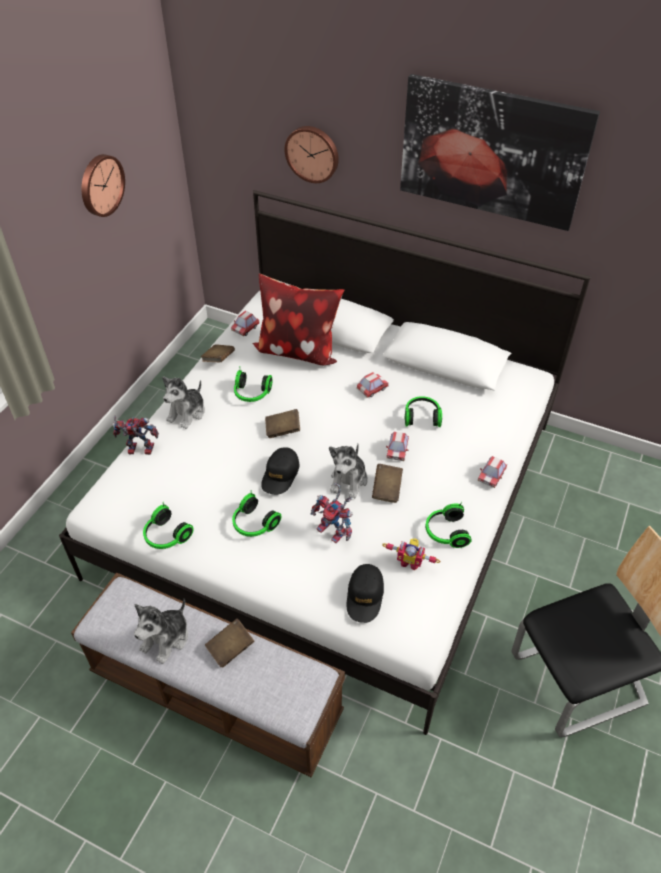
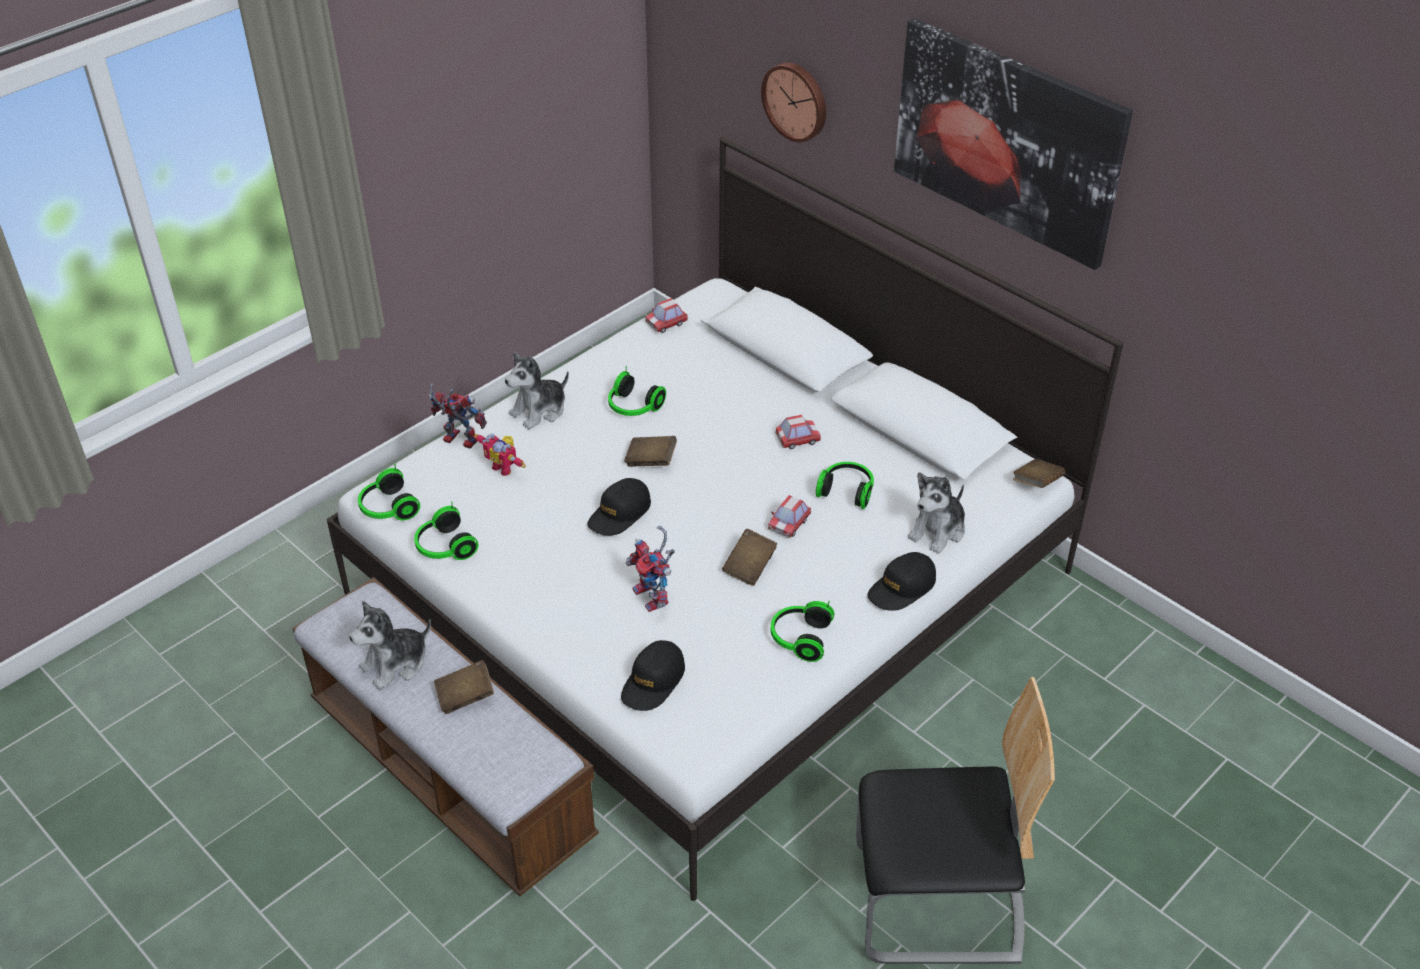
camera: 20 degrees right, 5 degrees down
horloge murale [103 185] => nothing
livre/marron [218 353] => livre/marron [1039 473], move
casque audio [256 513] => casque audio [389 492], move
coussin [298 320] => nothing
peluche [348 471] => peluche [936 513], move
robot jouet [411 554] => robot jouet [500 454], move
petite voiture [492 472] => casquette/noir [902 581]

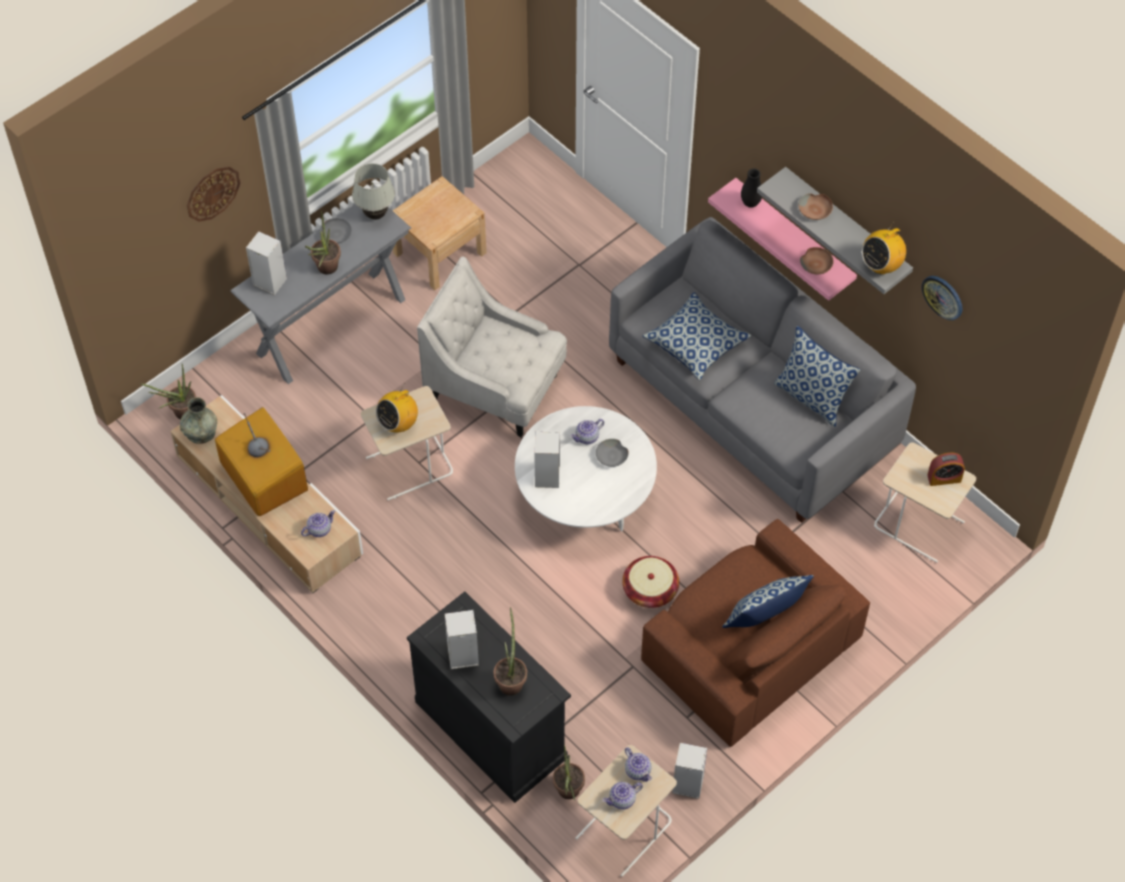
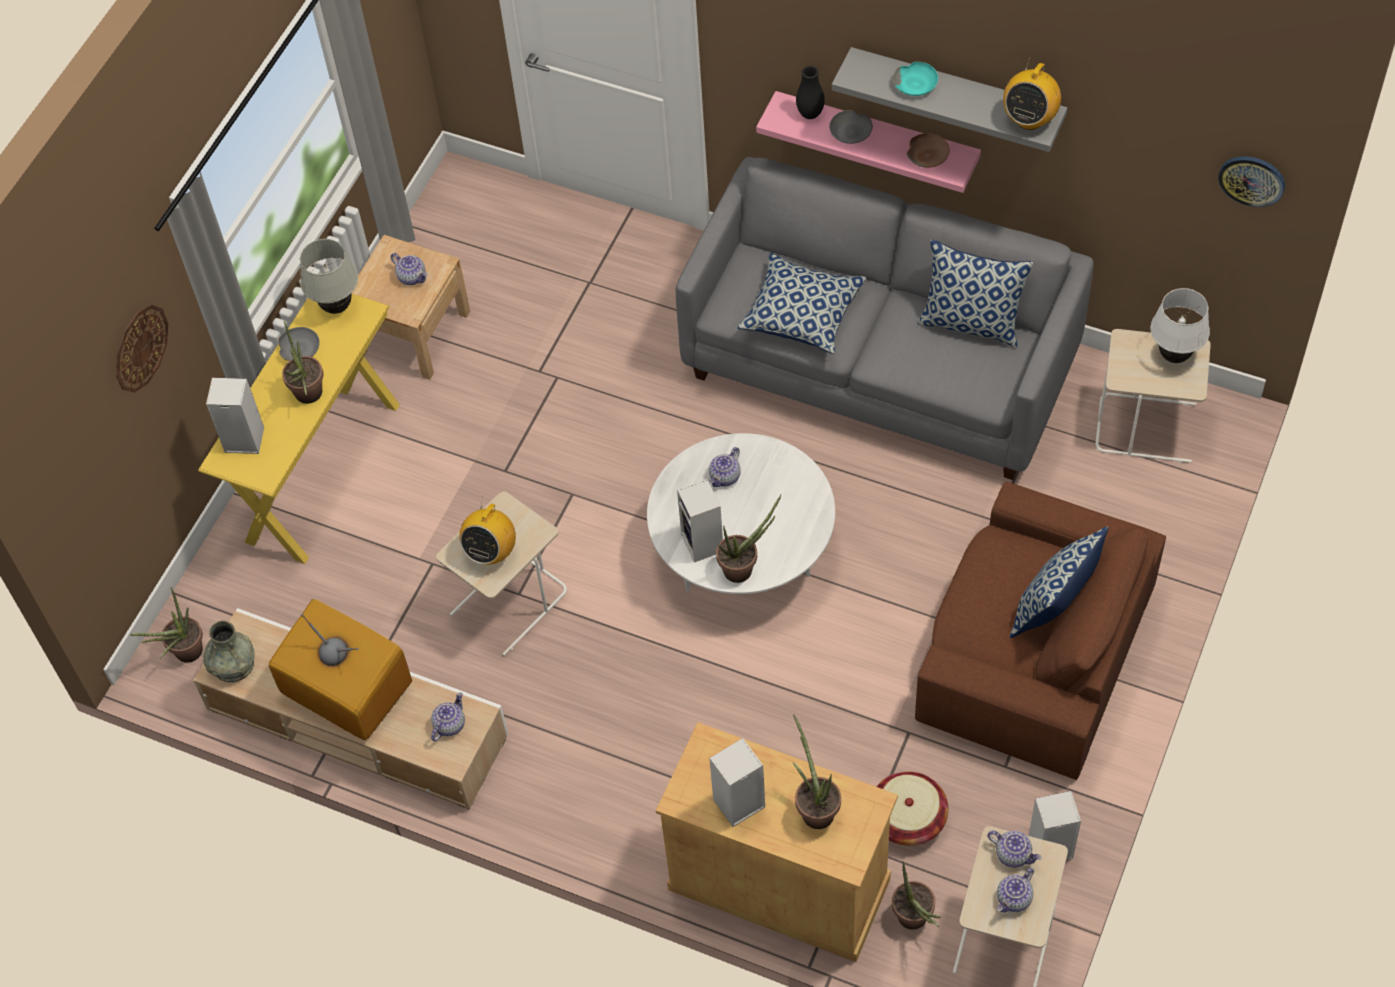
camera: 20 degrees left, 0 degrees up
table console/gris [320 294] => table console/jaune [299 429]
meuble de rangement/noir [489 697] => meuble de rangement/beige [777 842]
fauteuil/blanc [492 346] => nothing
bol/gris [612 453] => bol/gris [851 127], move
panier [650 582] => panier [912 808], move
bol/marron [816 206] => bol/turquoise [915 78]
horloge murale [942 298] => horloge murale [1251 181], move
réveil [946 469] => lampe de table/blanc [1180 325]
nothing => théière [409 269]
nothing => plante en pot [748 539]

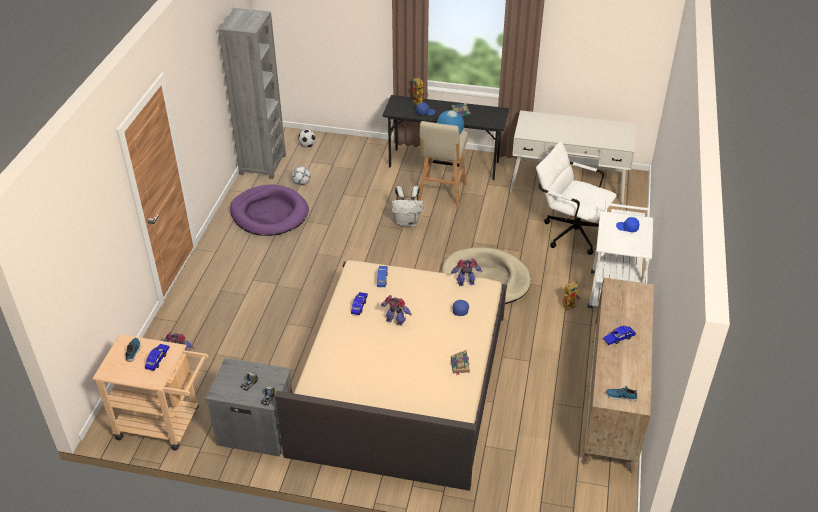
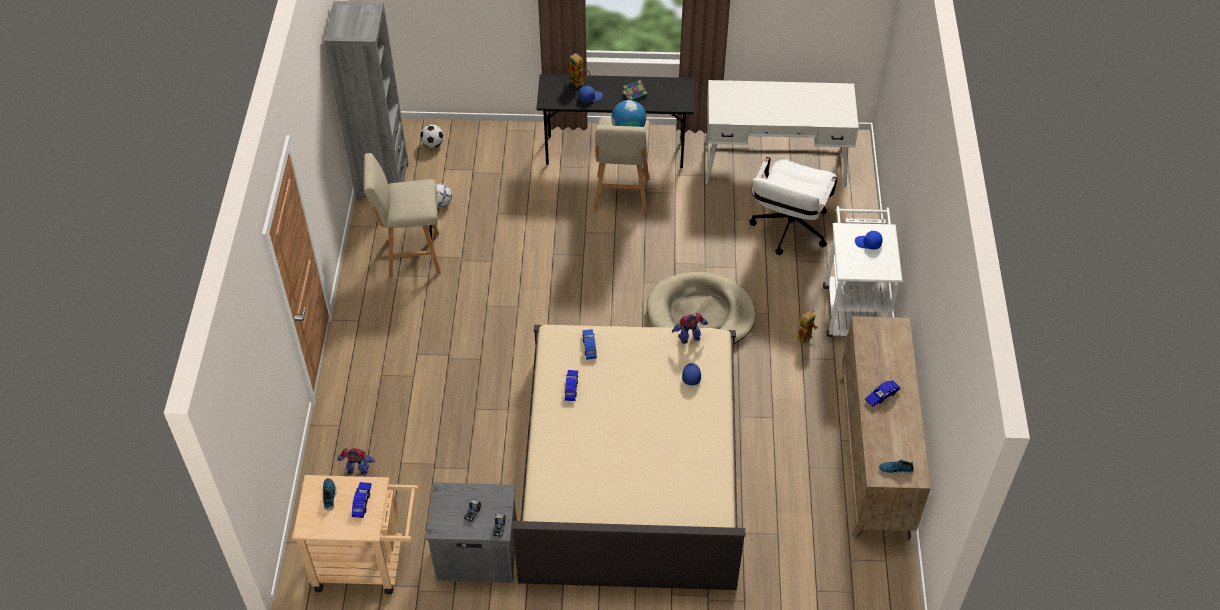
camera: 10 degrees left, 10 degrees up
panier pour chien/violet [269 210] => tabouret/beige [402 215]
robot jouet [396 310] => nothing
sac à dos/blanc [408 206] => nothing
livre [460 362] => nothing
chaise de bureau/blanc [576 198] => chaise de bureau/blanc [793 206], 90 degrees counterclockwise

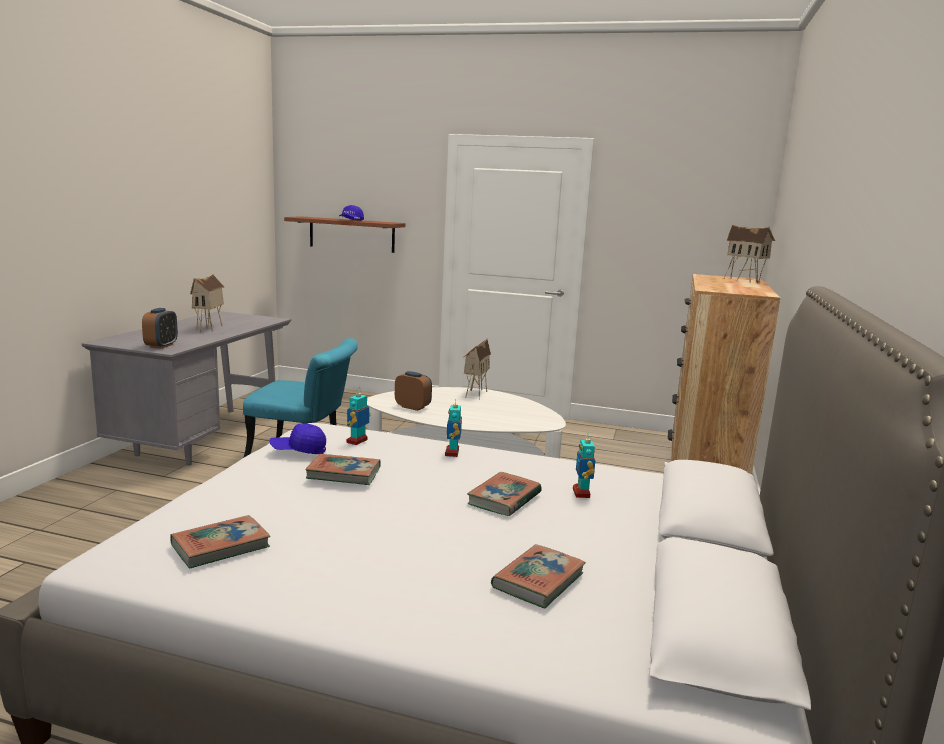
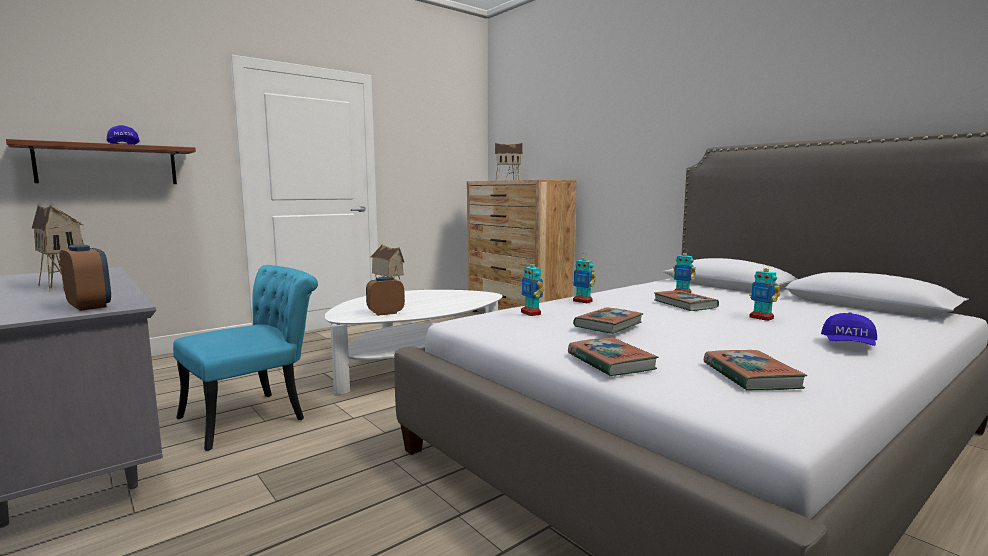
camera: 55 degrees left, 5 degrees down
casquette/bleu [297 438] => casquette/bleu [849 329], move
livre [538 576] => livre [613 356], move
nothing => robot jouet [764 292]

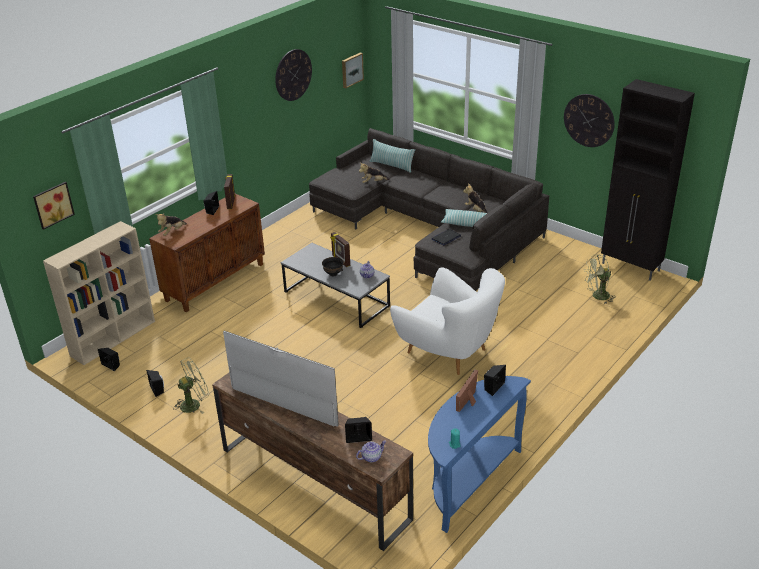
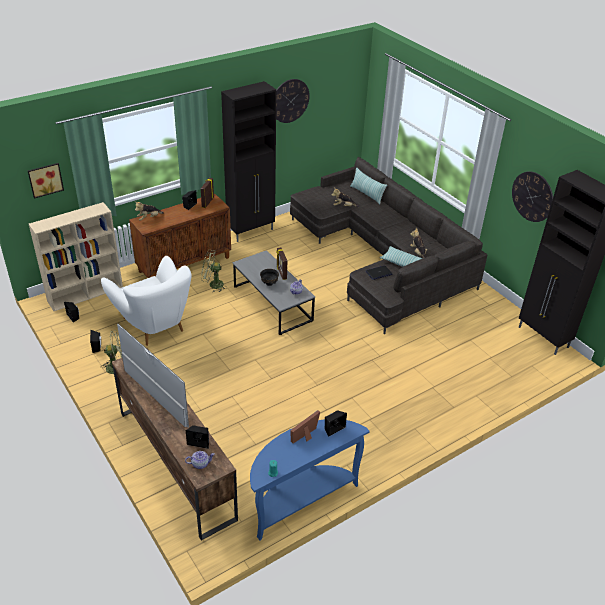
camera: 15 degrees right, 5 degrees up
tableau [353 70] => nothing
fauteuil/blanc [447 321] => fauteuil/blanc [146 301], move
ventilateur/vert [600 279] => ventilateur/vert [214 271], move
nothing => meuble de rangement/noir [248 161]

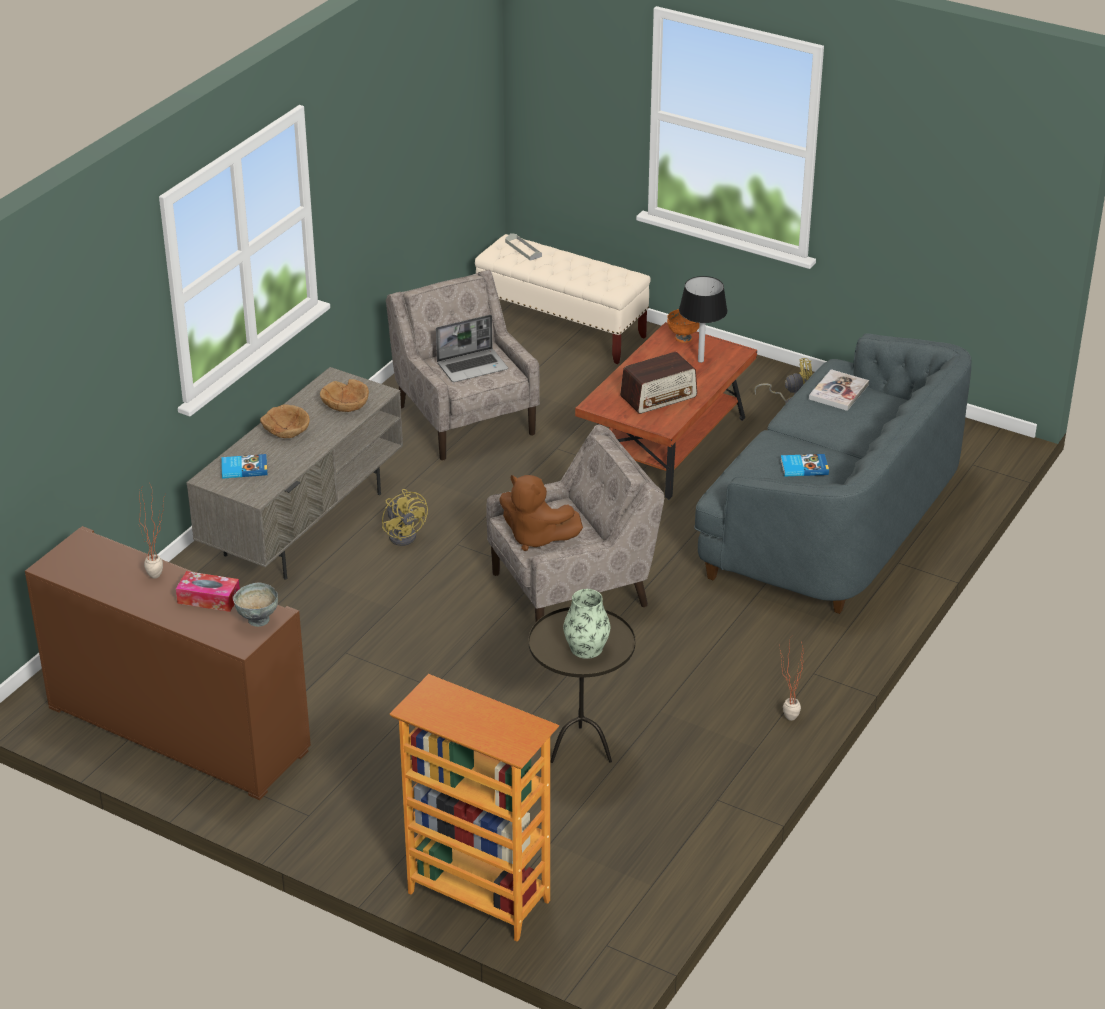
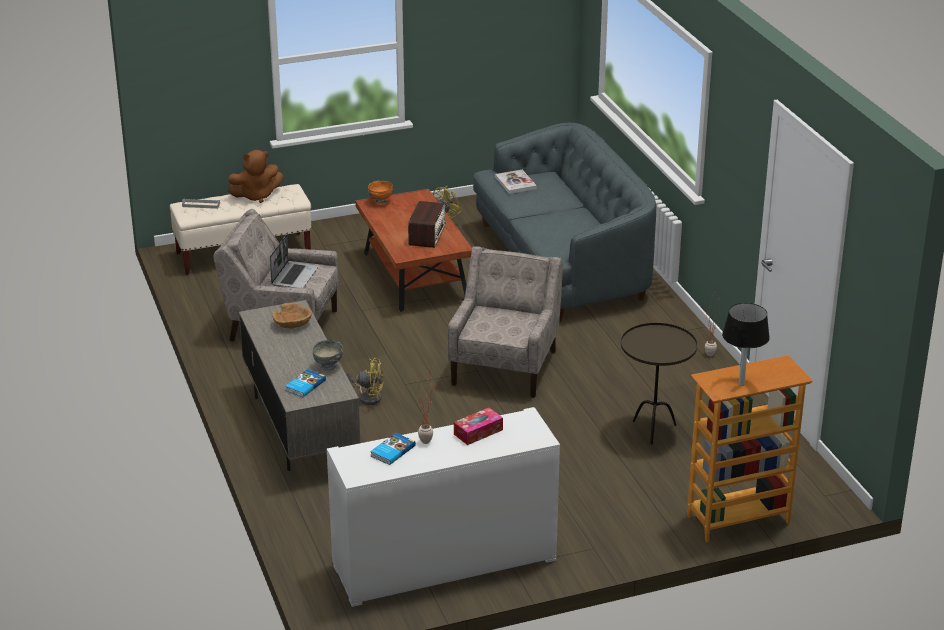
camera: 50 degrees left, 5 degrees down
meuble de rangement/marron [168 663] => meuble de rangement/blanc [443 507]
bol/gris [255 604] => bol/gris [328 355], move
bol/marron [285 421] => nothing
peluche/marron [541 513] => peluche/marron [255 176], move
vase [586 624] => nothing
lampe de table/noir [703 319] => lampe de table/noir [746 344], move
livre [805 465] => livre [393 449], move

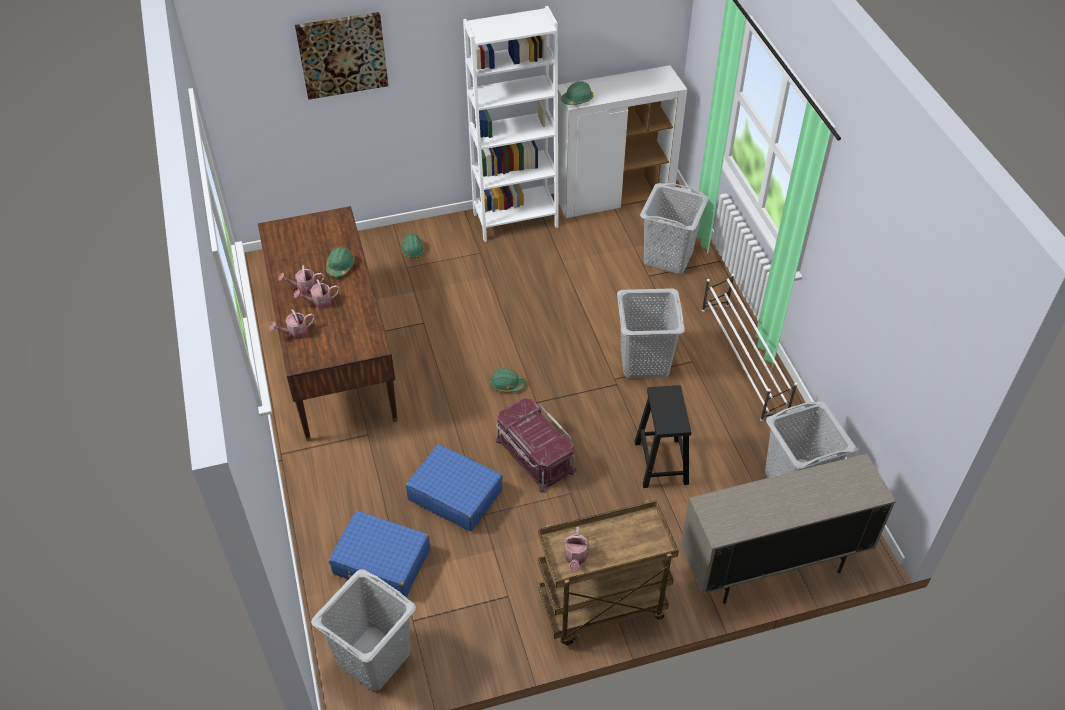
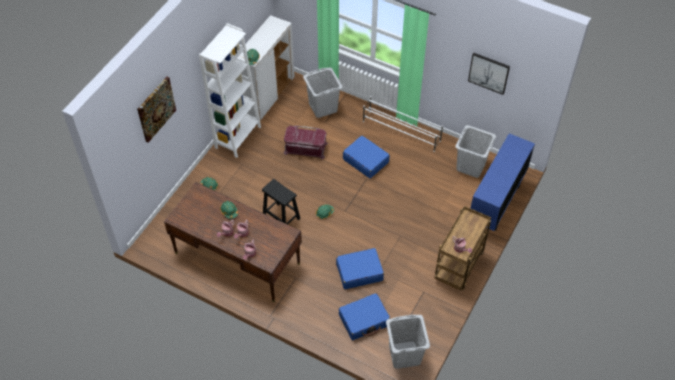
camera: 45 degrees left, 5 degrees up
boîte de rangement/rouge [536 445] => boîte de rangement/rouge [306 142], move
panier à linge/gris [651 333] => valise/bleu [366 157]
tabouret/noir [663 436] => tabouret/noir [281 201], move
meuble de rangement/beige [788 529] => meuble de rangement/bleu [503 182]
nothing => tableau [489 74]

